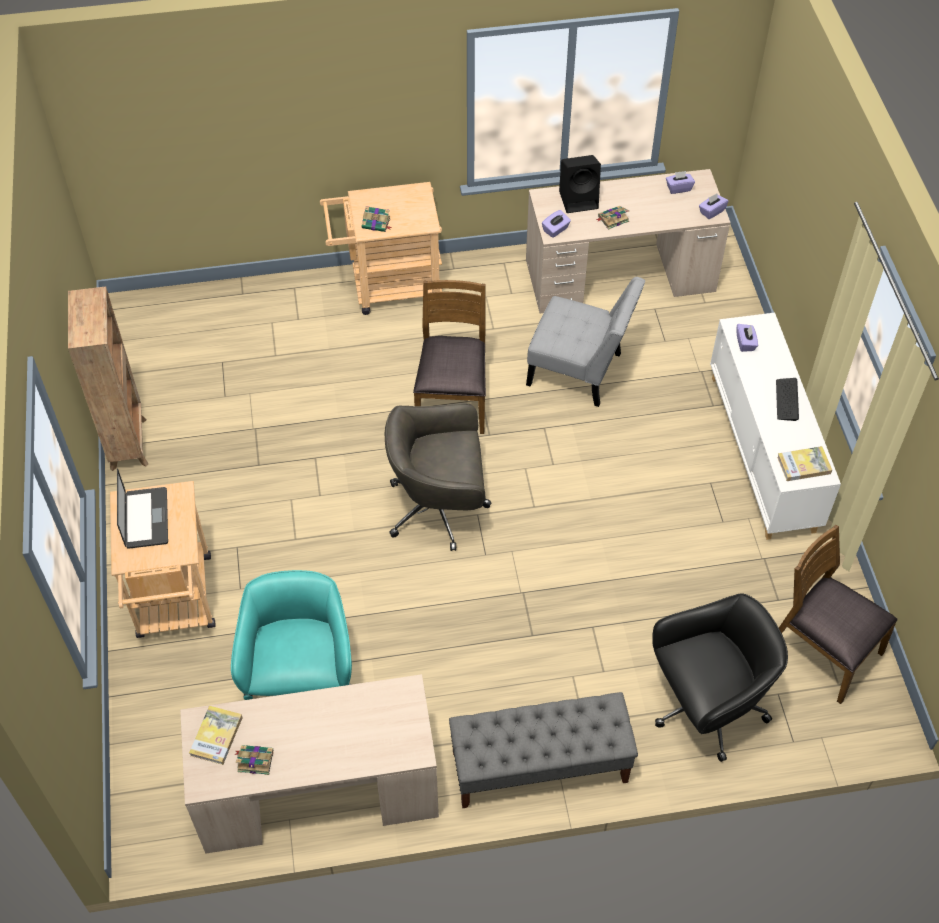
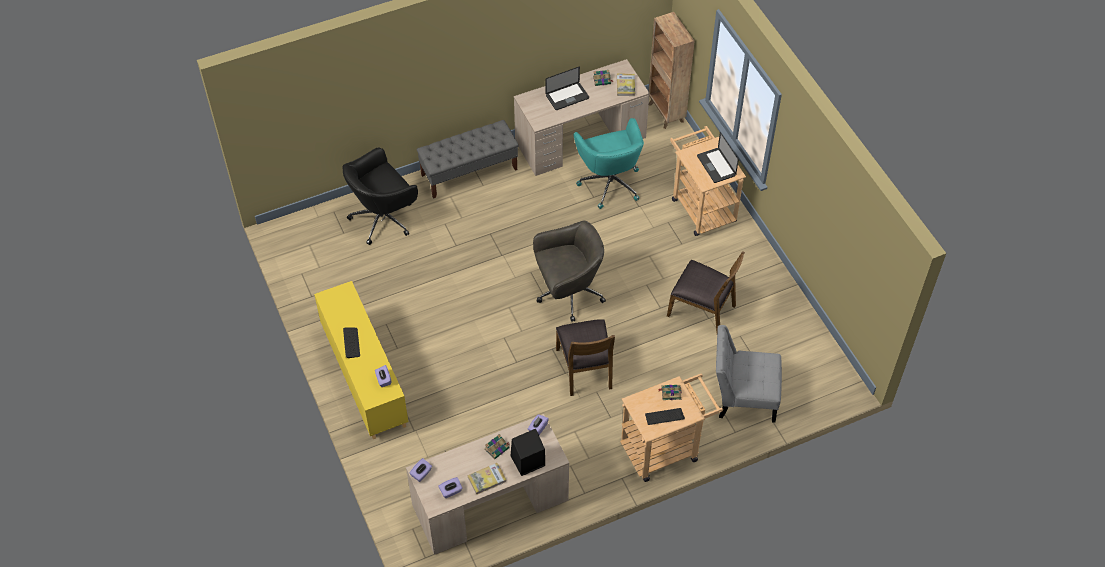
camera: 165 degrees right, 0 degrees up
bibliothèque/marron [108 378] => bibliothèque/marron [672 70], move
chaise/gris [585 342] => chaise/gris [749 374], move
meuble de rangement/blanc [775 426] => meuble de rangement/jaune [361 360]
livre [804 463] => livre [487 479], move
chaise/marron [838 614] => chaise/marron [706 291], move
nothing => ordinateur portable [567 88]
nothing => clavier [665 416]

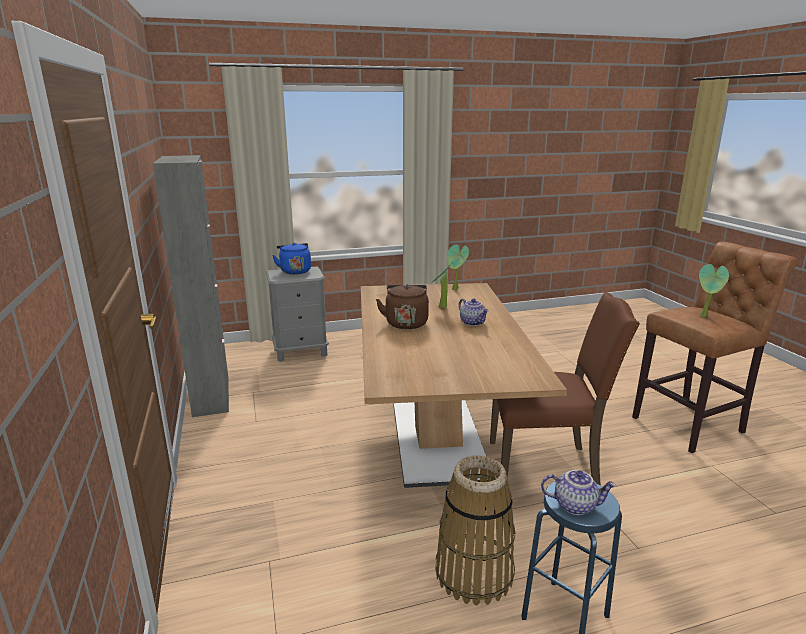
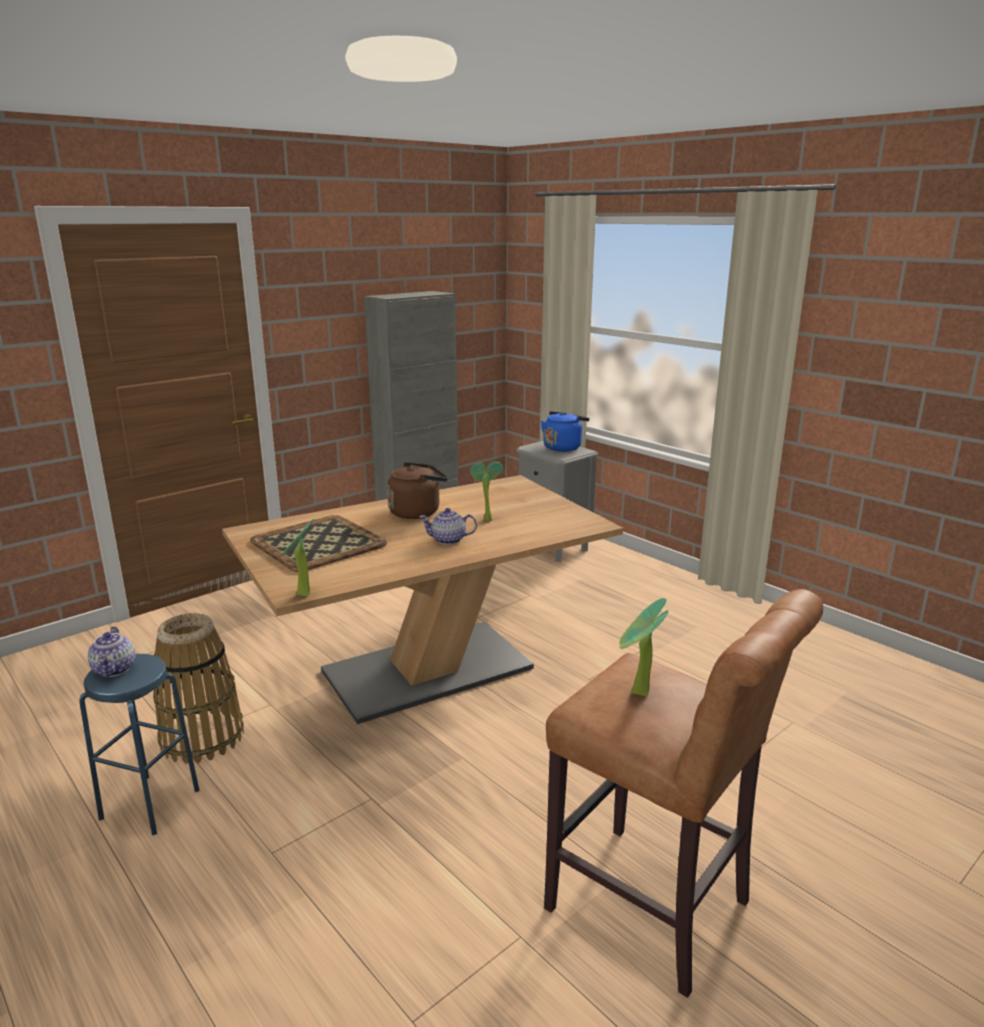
camera: 65 degrees right, 0 degrees up
plante en pot [458 267] => plante en pot [296 557], move
théière [474 312] => théière [448 526], 60 degrees clockwise
chaise/marron [565 388] => nothing
nothing => plateau [318 543]

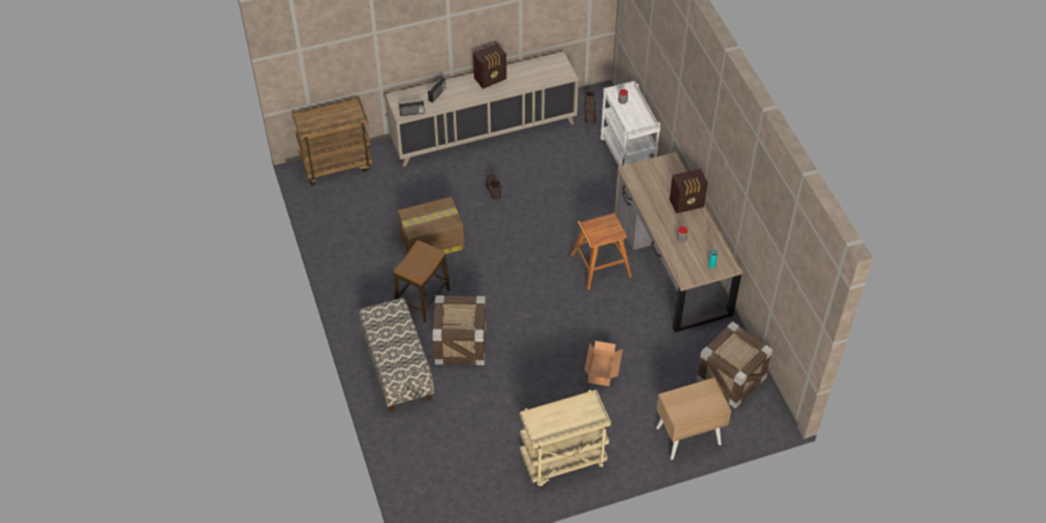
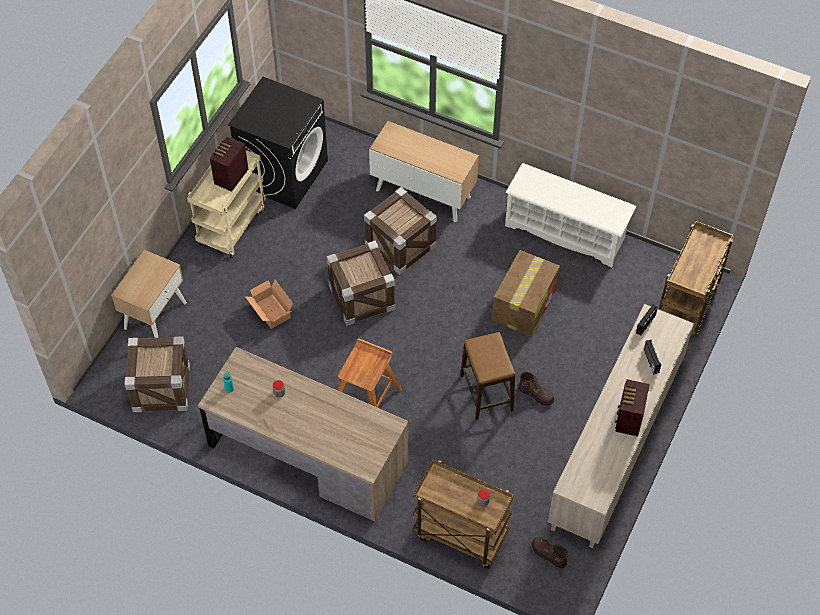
camera: 135 degrees right, 5 degrees up
banc [396 355] => meuble de rangement [424 171]
tabouret [421 281] => tabouret [487 376], move
chariot/blanc [630 124] => chariot/marron [463 514]
radio [688 191] => radio [229 164], move
nothing => lave-linge/noir [278 143]
nothing => caisse [360 283]
nothing => étagère à chaussures/blanc [570 215]

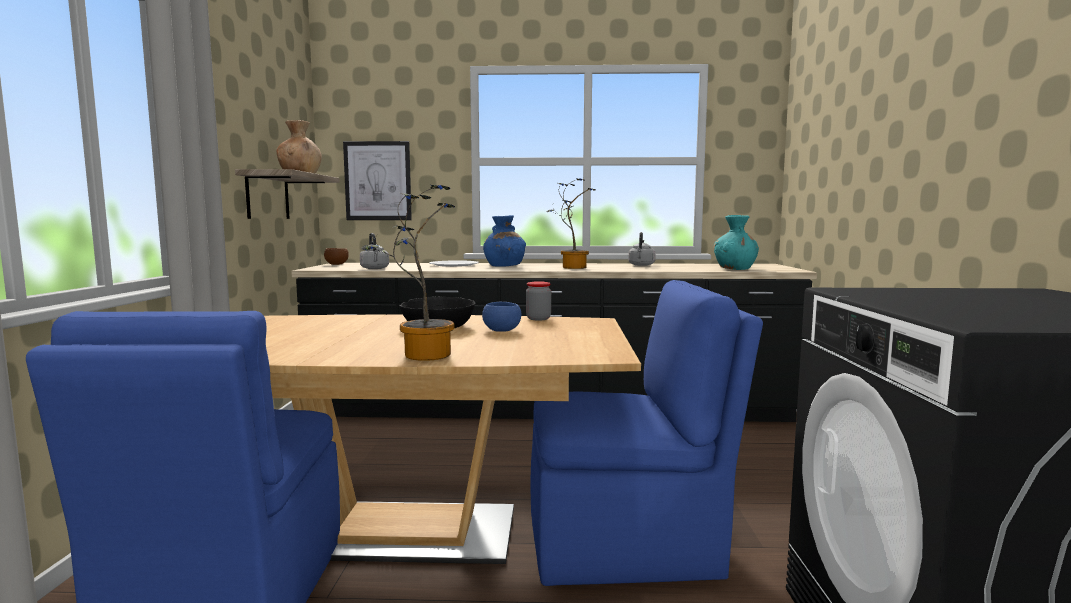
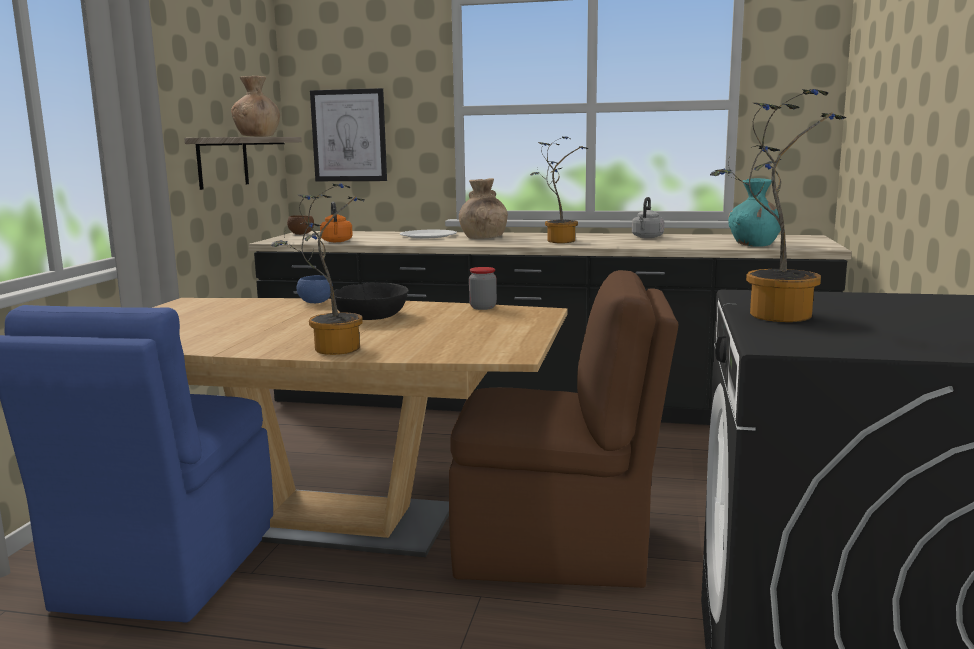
camera: 10 degrees right, 5 degrees up
bouilloire/gris [374 251] => bouilloire/orange [336 222]
bol/bleu [501 317] => bol/bleu [315 289], move
vase/bleu [504 241] => vase/marron [483 208]
chaise/bleu [647 433] => chaise/marron [563 429]
nothing => plante en pot [778 205]

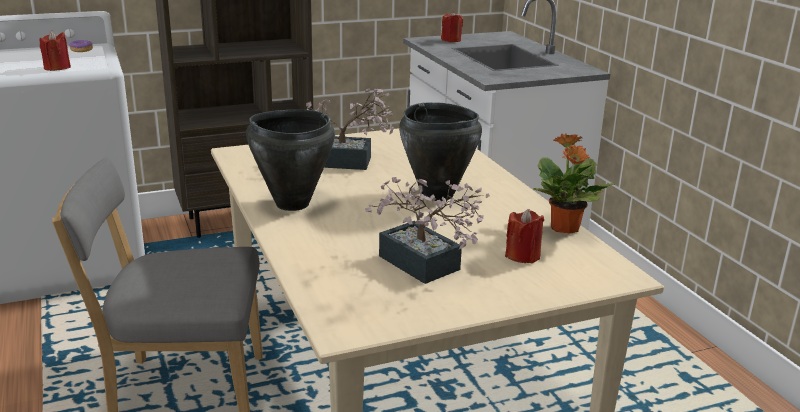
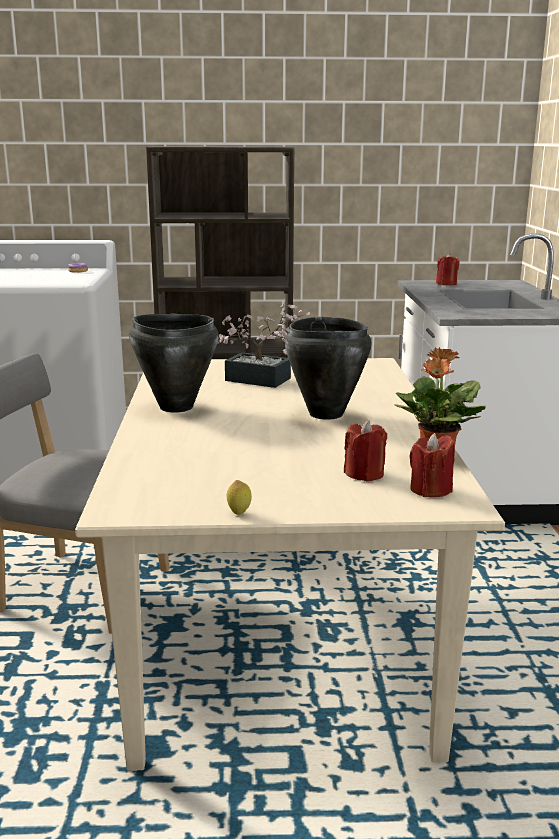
camera: 20 degrees right, 5 degrees down
bougie/rouge [55 51] => bougie/rouge [432 465], move
plante en pot [427 230] => nothing
nothing => citron [239 497]

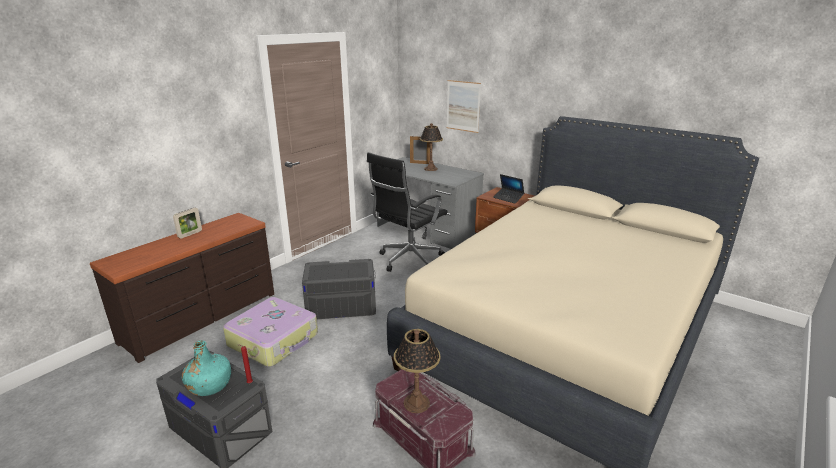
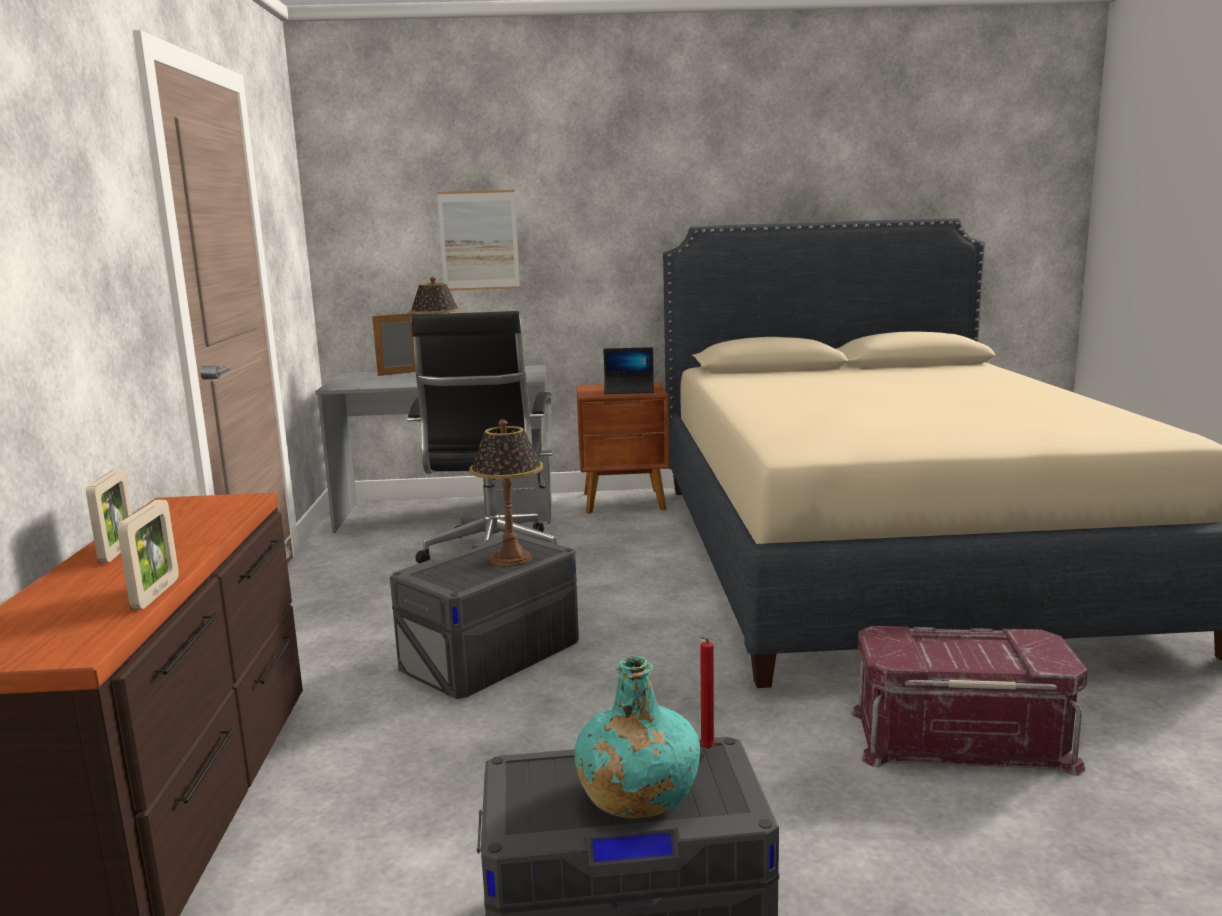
camera: 40 degrees left, 10 degrees down
valise [270 332] => nothing
lampe de table [417 371] => lampe de table [506 493], move
nothing => cadre photo [148 554]

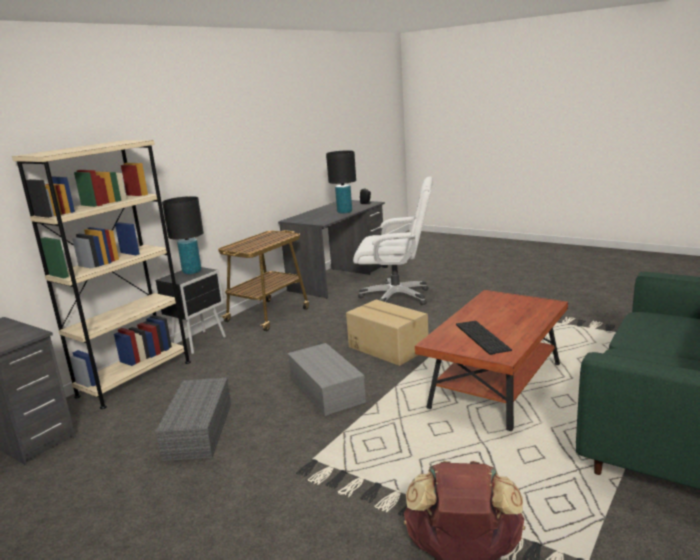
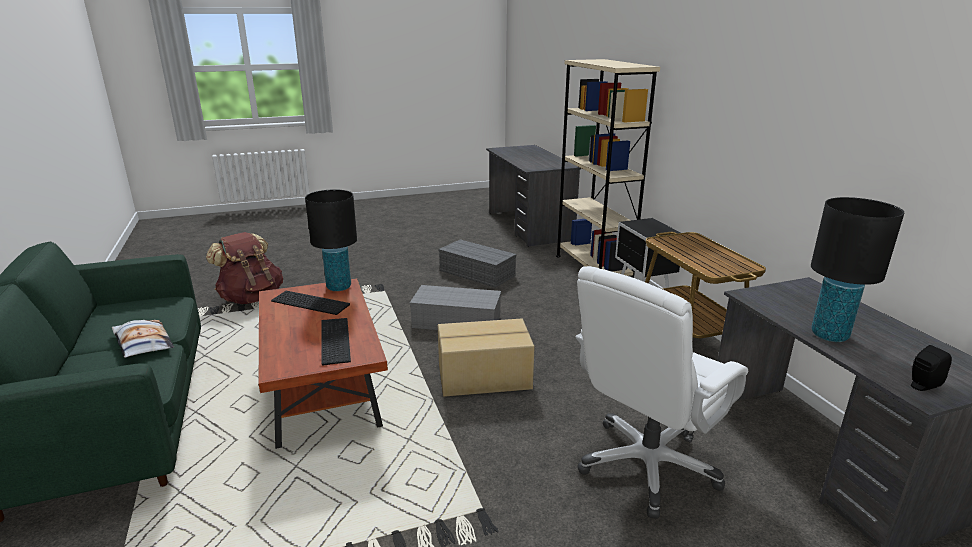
camera: 125 degrees right, 5 degrees up
lampe de table/noir [183 235] => lampe de table/noir [331 240], move
nothing => coussin [143 339]
nothing => clavier [336 342]

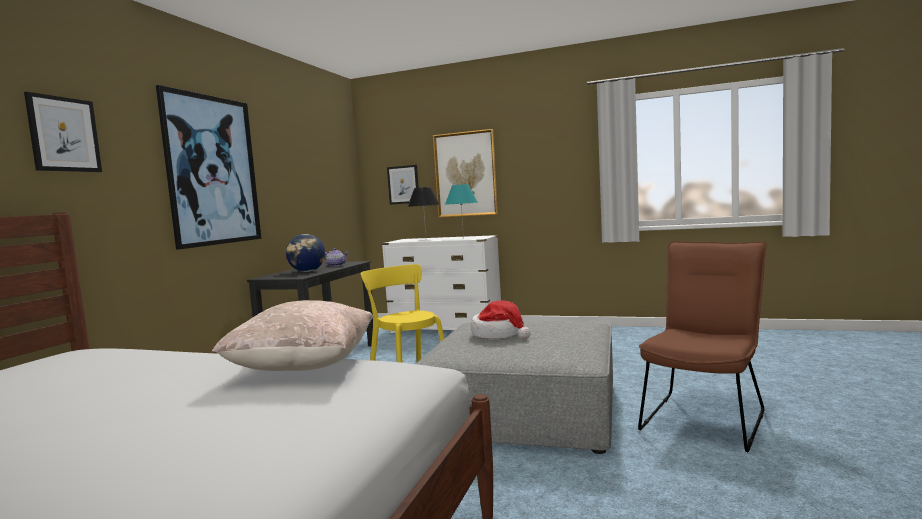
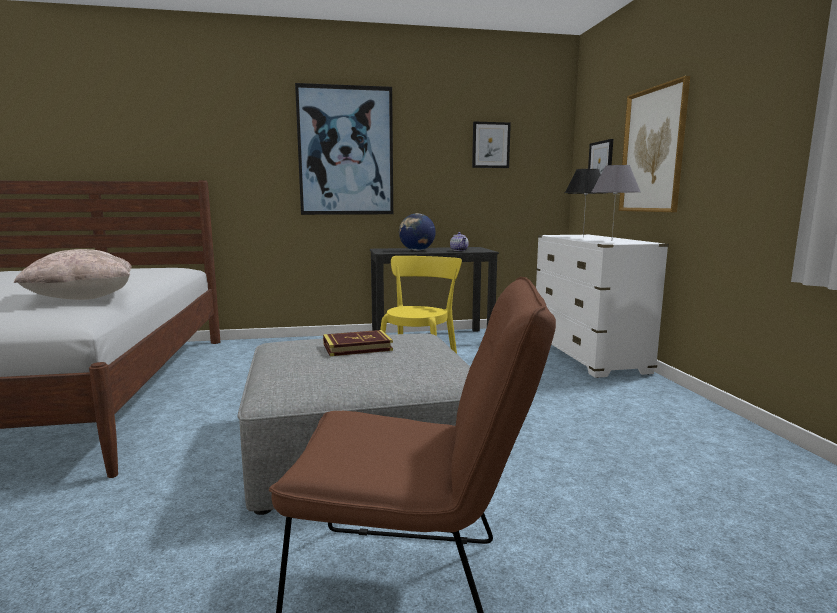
camera: 60 degrees right, 5 degrees up
tableau [63 132] => tableau [491 145], move
lampe de table/turquoise [461 211] => lampe de table/gris [615 201]
chapeau [500 319] => livre [358 343]

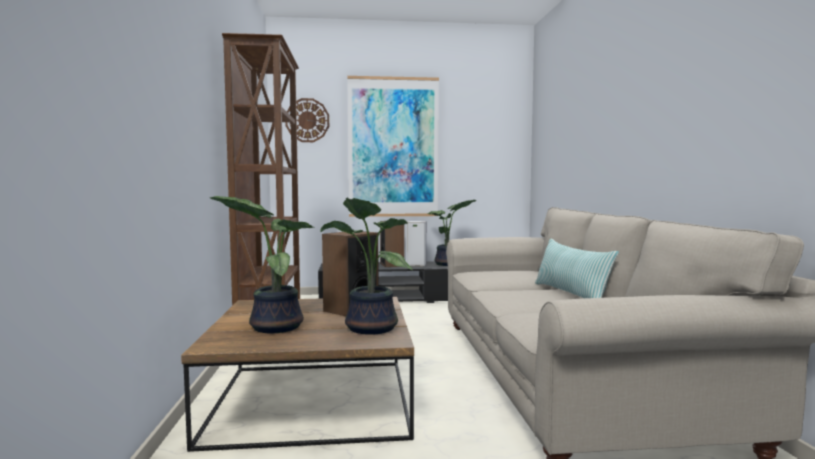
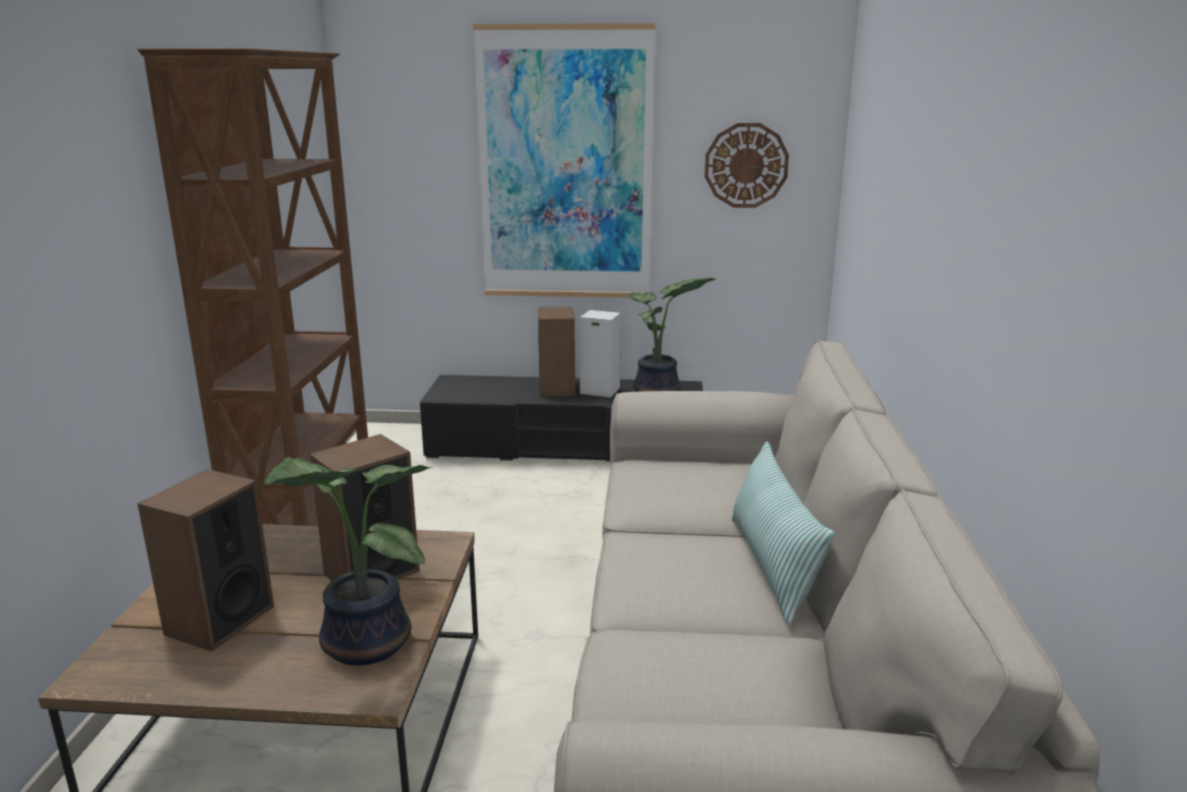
camera: 10 degrees right, 15 degrees up
plante en pot [263 264] => enceinte [205 560]
horloge murale [307 120] => horloge murale [747 165], move

